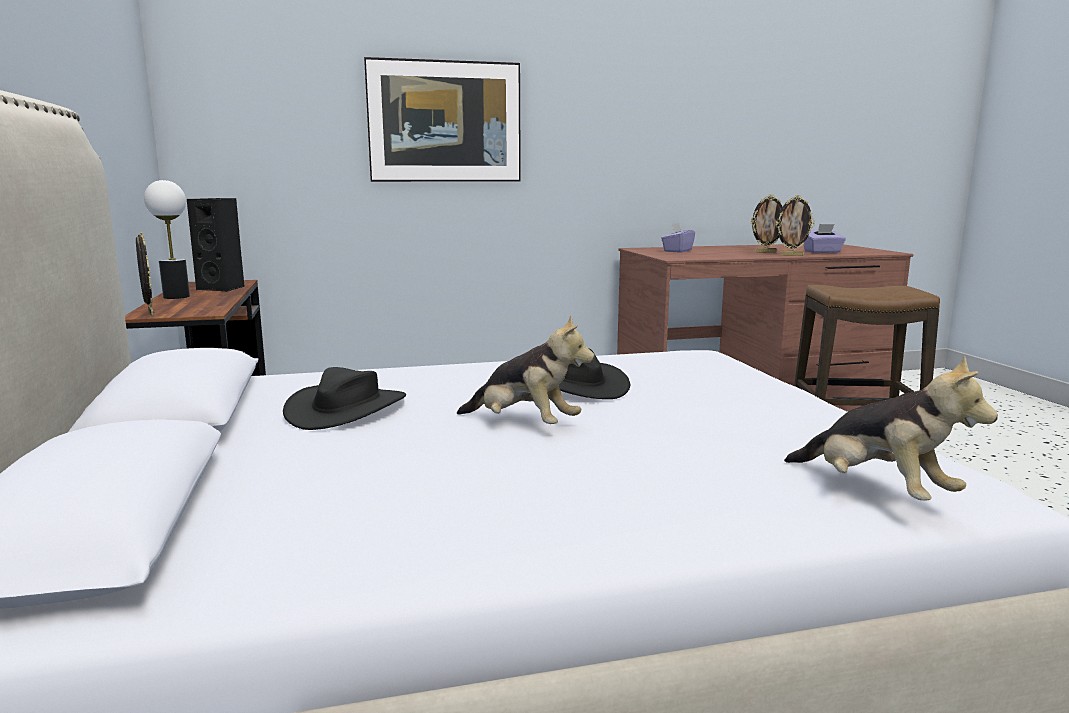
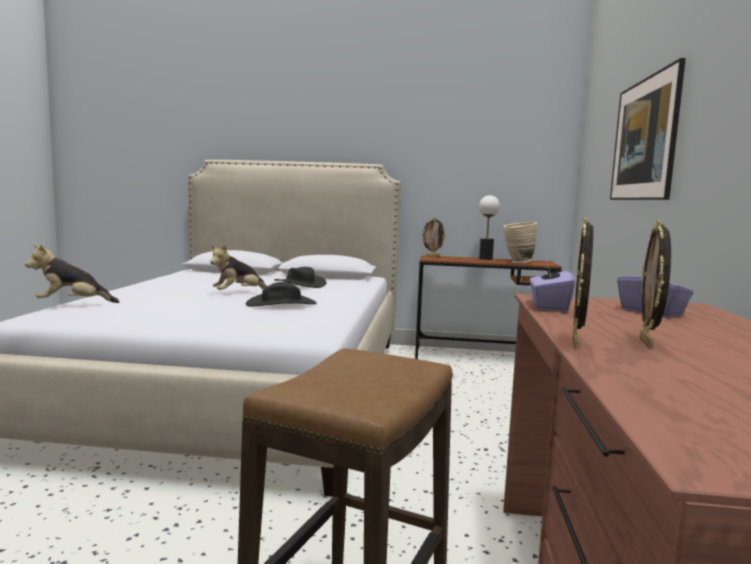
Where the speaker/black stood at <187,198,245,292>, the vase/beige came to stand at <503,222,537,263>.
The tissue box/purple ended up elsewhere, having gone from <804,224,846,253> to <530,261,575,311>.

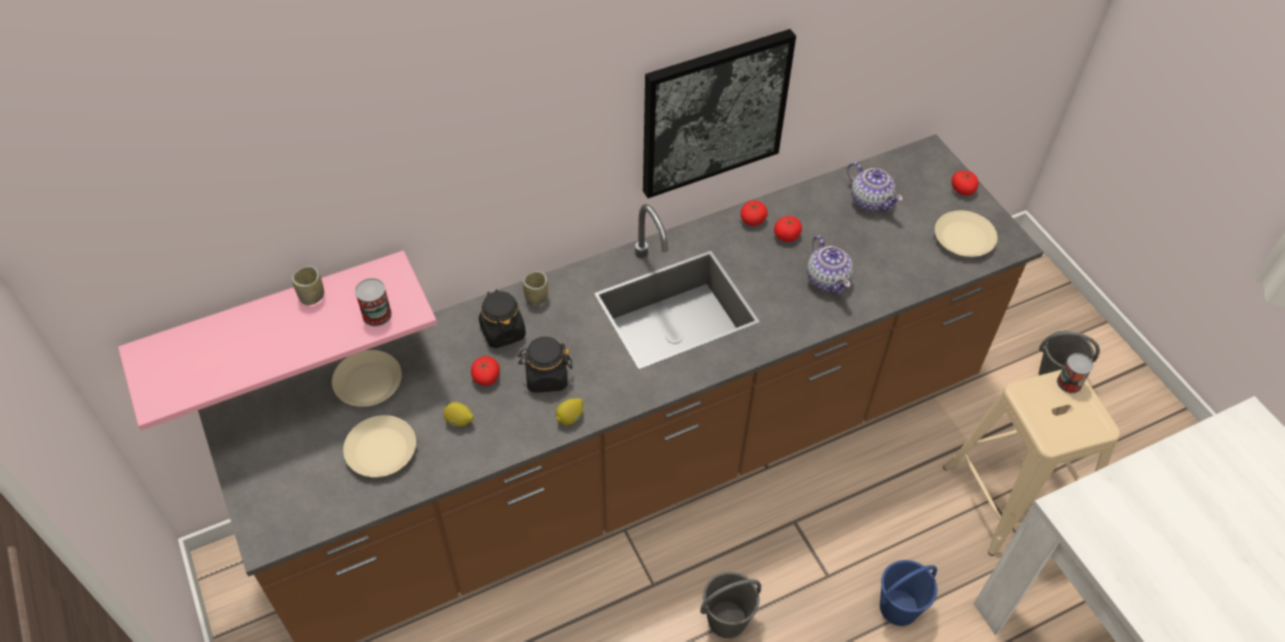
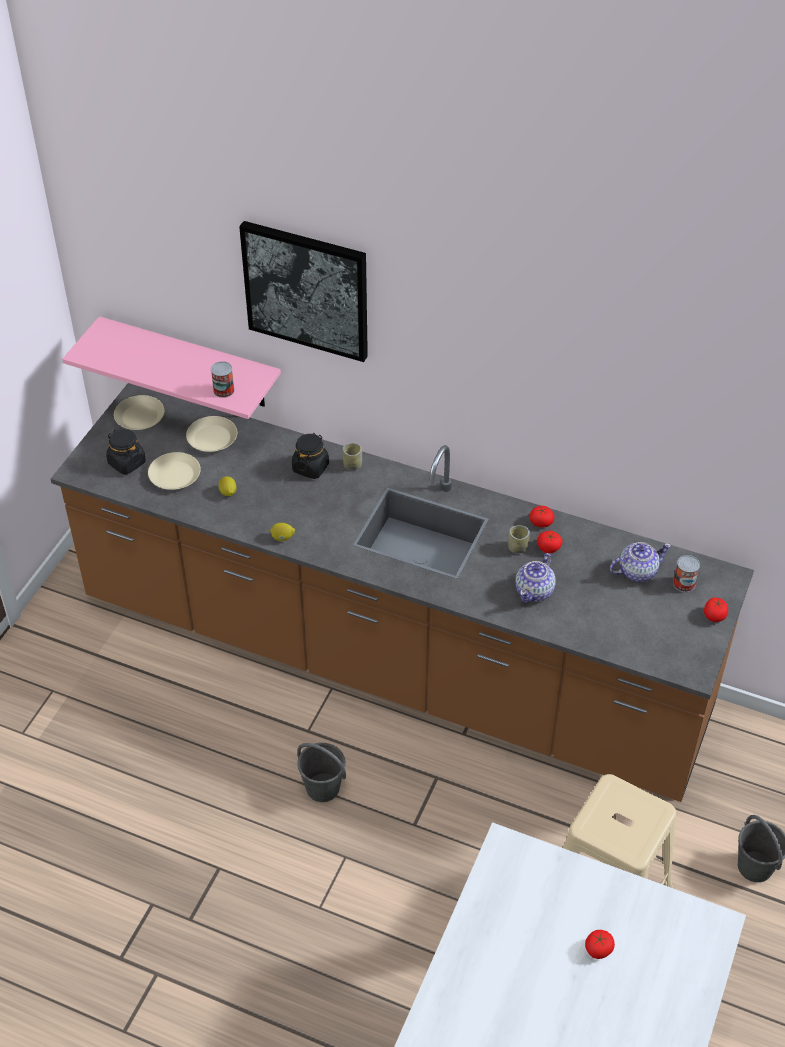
The cup ended up elsewhere, having gone from <292,266,324,305> to <508,525,530,553>.
The tomato ended up elsewhere, having gone from <471,356,500,386> to <585,930,615,959>.
The jar/black ended up elsewhere, having gone from <518,336,572,393> to <106,429,146,475>.
The picture ended up elsewhere, having gone from <643,29,796,198> to <239,221,368,362>.
The teapot at <847,162,903,212> ended up facing another way, 120 degrees counterclockwise from before.
The second view lost the bucket/blue at <880,560,938,626>.
The plate/beige ended up elsewhere, having gone from <935,210,997,257> to <114,395,164,430>.
The can ended up elsewhere, having gone from <1057,353,1093,394> to <673,555,700,592>.

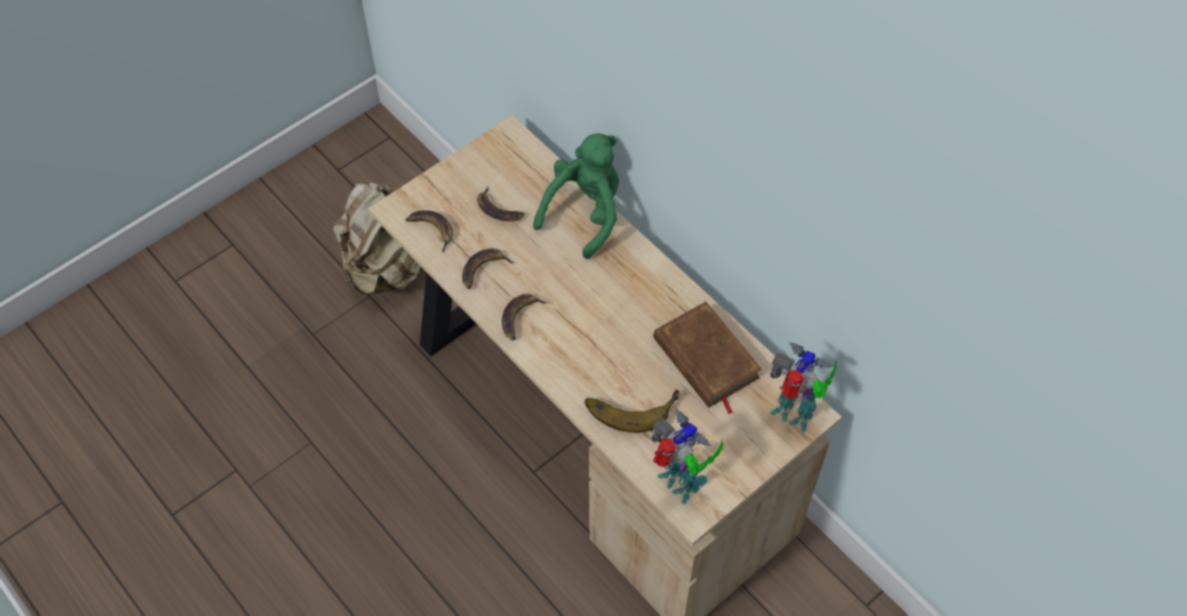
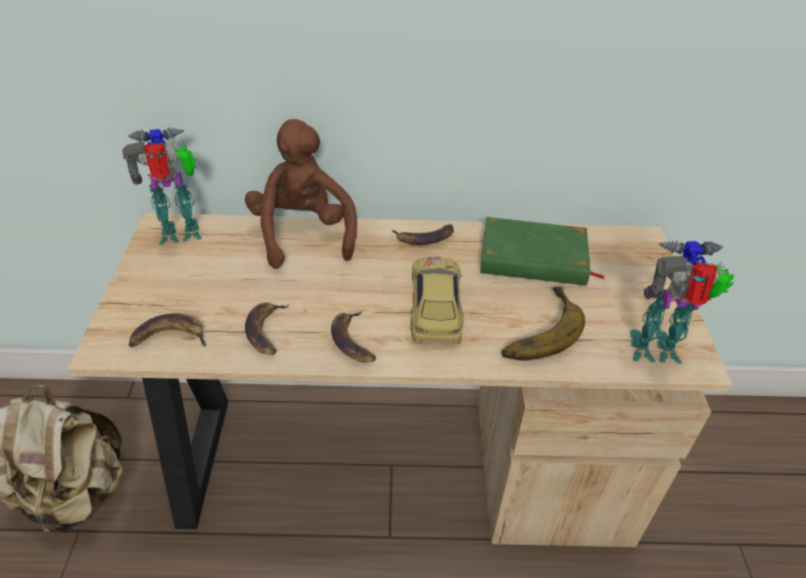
The banana ended up elsewhere, having gone from <477,186,525,221> to <392,224,454,245>.
What was the plush toy/green at <533,133,619,259> turned into the plush toy/brown at <245,119,357,269>.
What was the book/brown at <653,302,762,415> turned into the book/green at <480,217,604,285>.
The toy robot ended up elsewhere, having gone from <770,342,837,433> to <122,127,202,245>.
The second view gained the toy car at <411,257,463,345>.

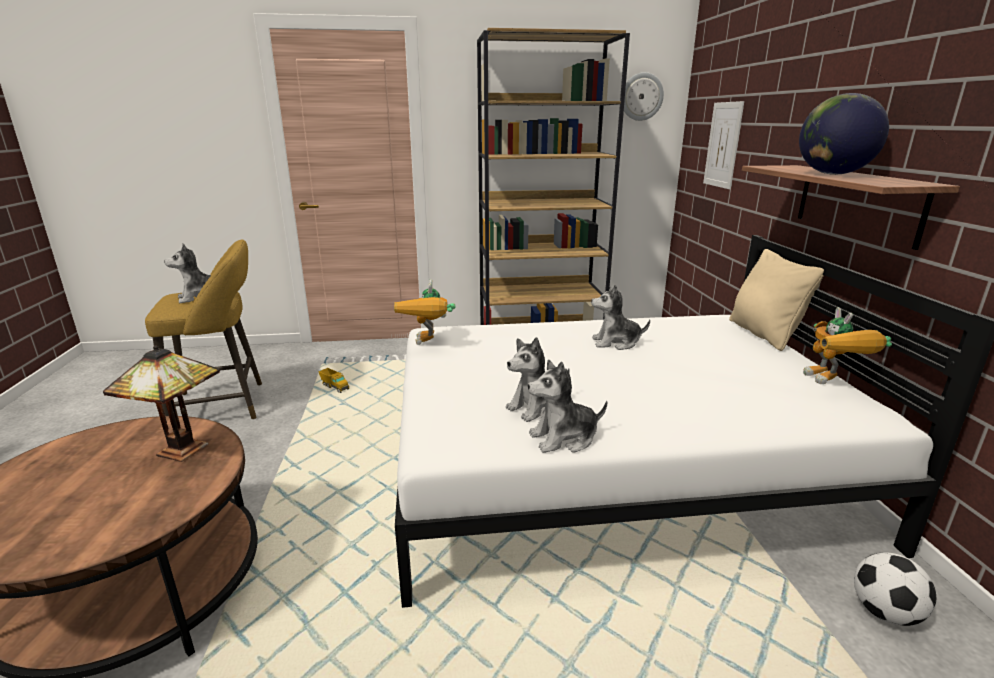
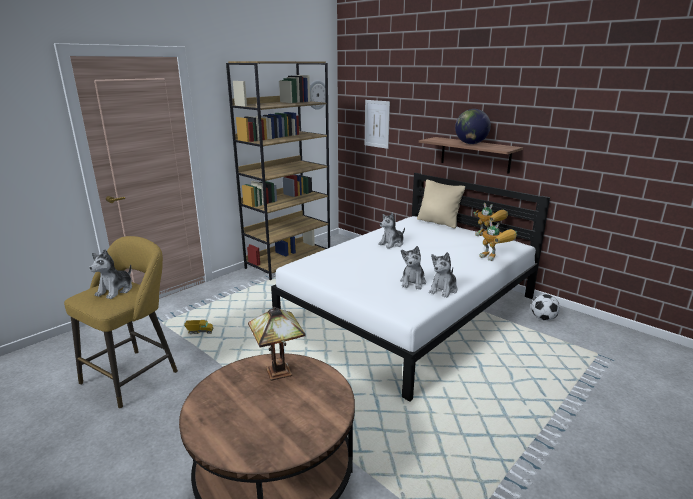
The toy robot ended up elsewhere, having gone from <394,279,456,345> to <478,221,517,261>.

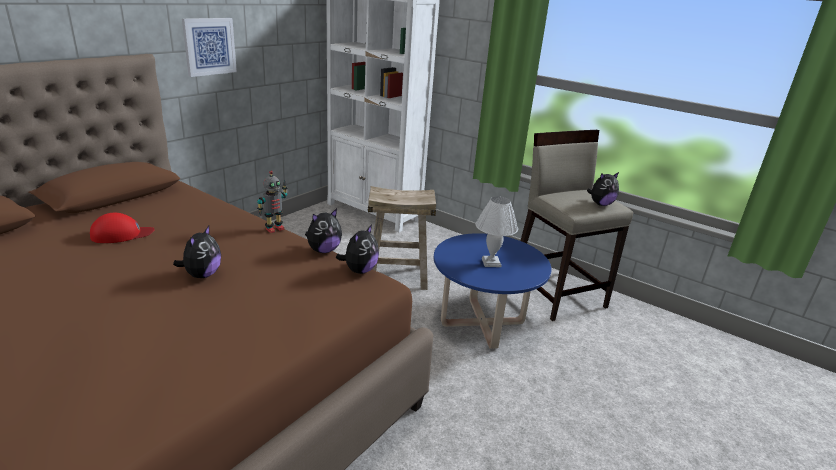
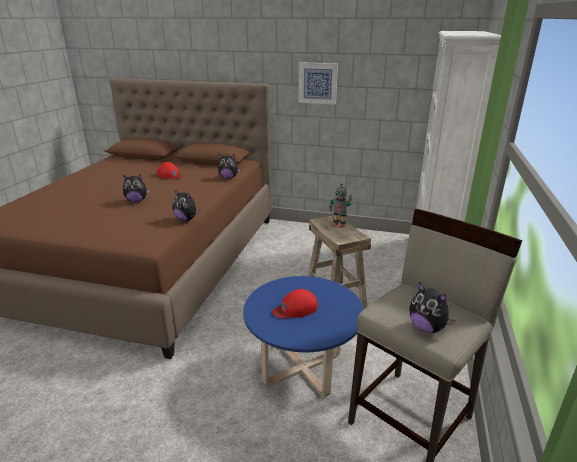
The toy robot ended up elsewhere, having gone from <257,171,287,233> to <329,183,352,228>.
The plush toy ended up elsewhere, having gone from <336,224,379,274> to <218,154,241,179>.
Where the table lamp/white stood at <476,196,518,267>, the cap/red came to stand at <272,289,318,319>.

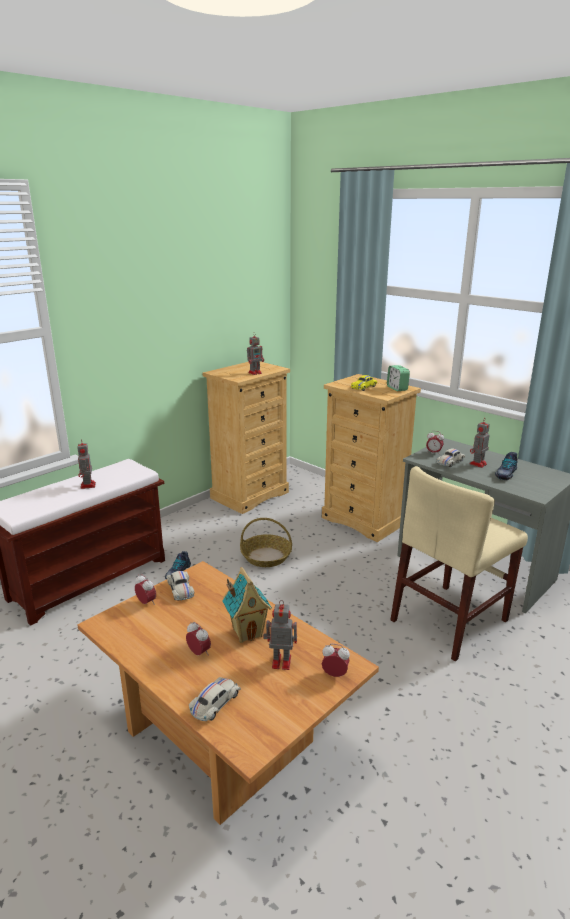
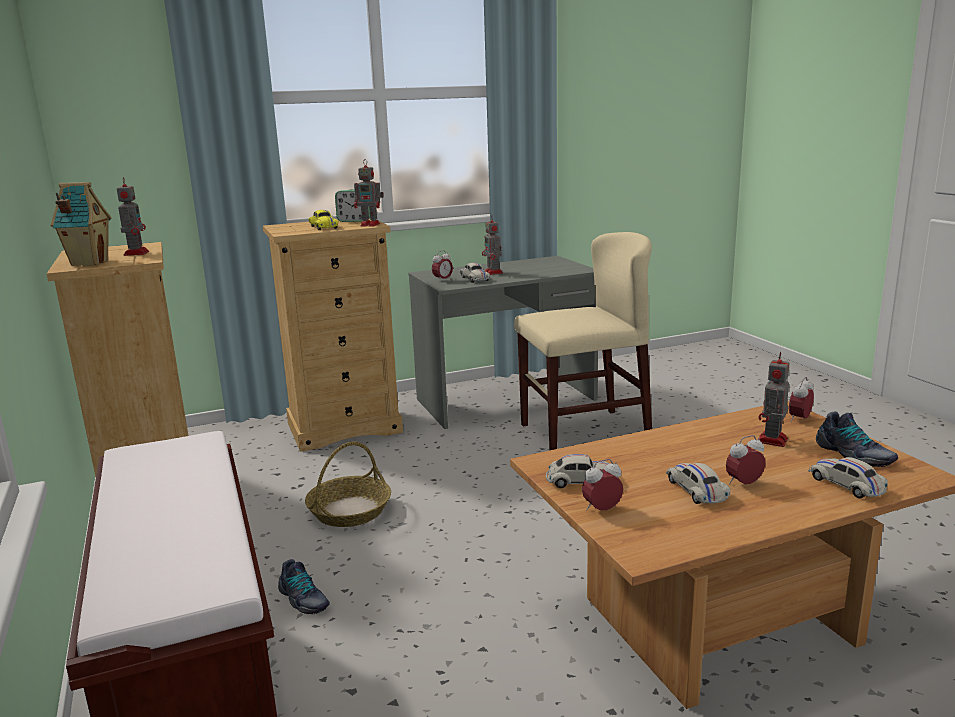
The toy robot ended up elsewhere, having gone from <77,439,96,489> to <354,159,384,227>.
The toy house ended up elsewhere, having gone from <222,567,272,643> to <50,182,112,266>.
The chair/beige at <390,466,528,661> ended up facing another way, 90 degrees counterclockwise from before.
The shoe ended up elsewhere, having gone from <495,452,518,480> to <816,411,898,467>.
The second view gained the toy car/white at <666,463,731,504>.

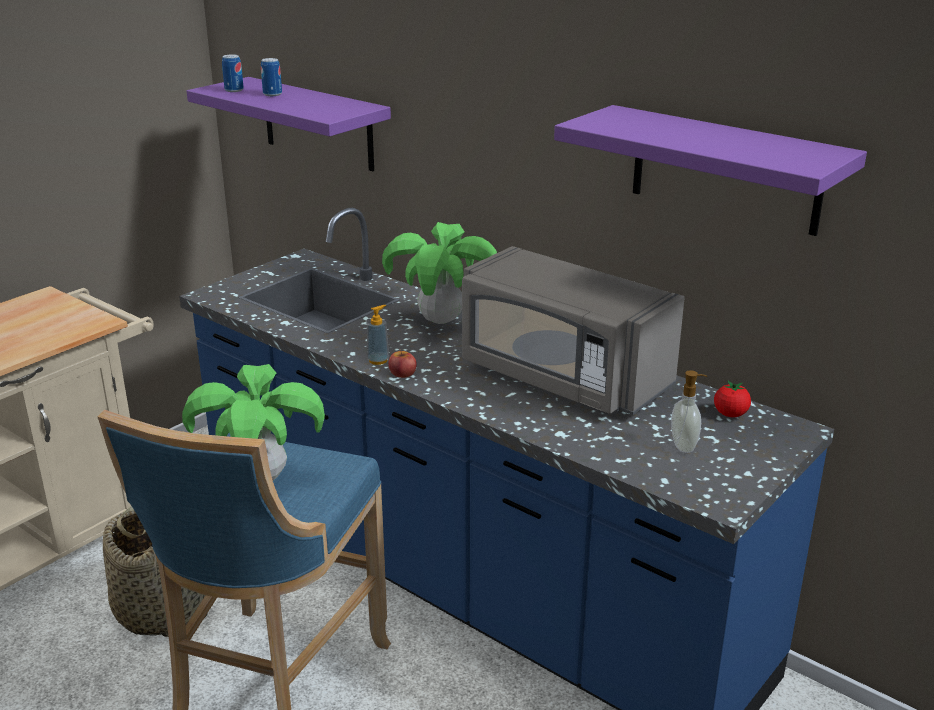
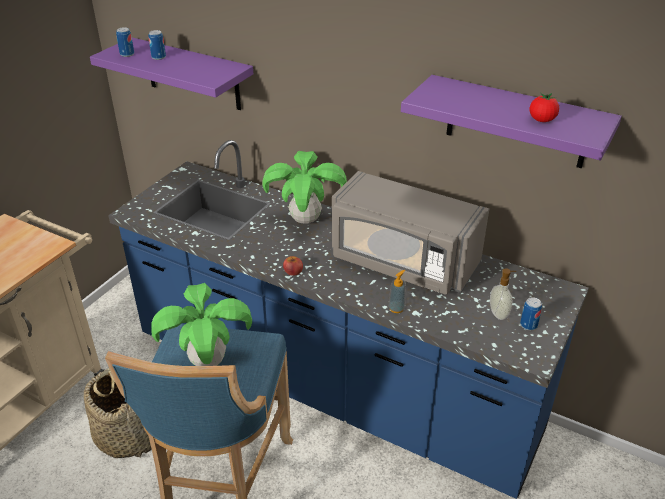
The soap dispenser ended up elsewhere, having gone from <367,305,389,365> to <388,270,406,313>.
The tomato ended up elsewhere, having gone from <714,381,751,417> to <529,93,559,122>.
The second view gained the can at <520,297,542,330>.

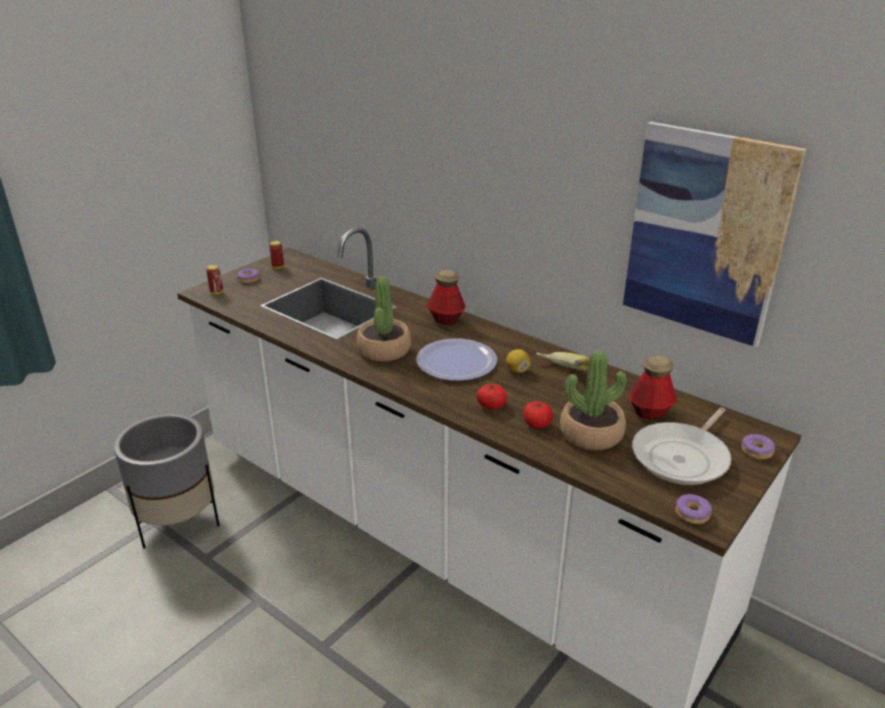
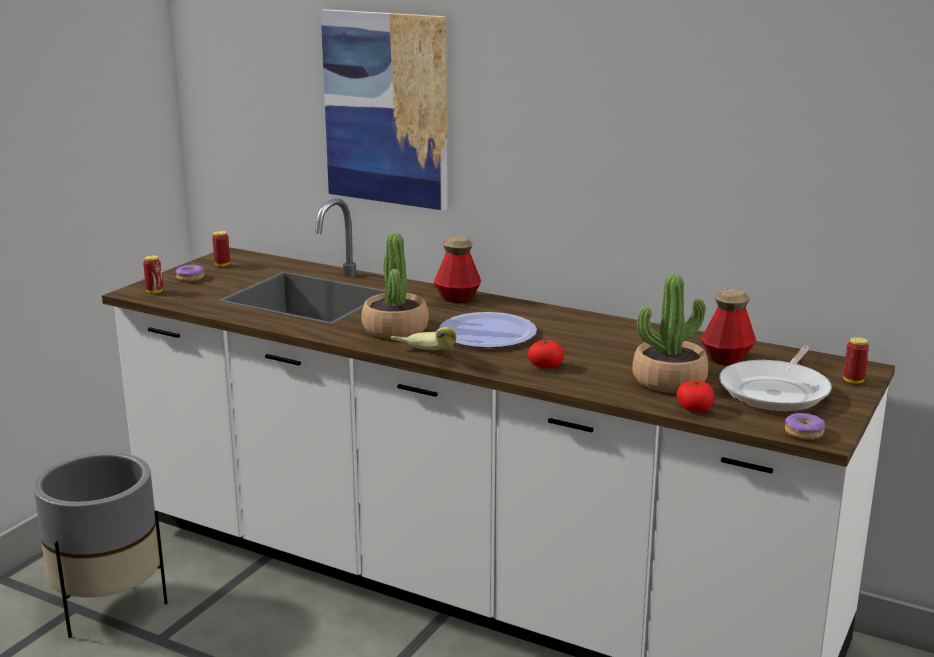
The second view lost the lemon at <506,349,531,373>.
The tomato ended up elsewhere, having gone from <524,401,553,429> to <677,380,715,412>.
The banana ended up elsewhere, having gone from <536,352,590,370> to <390,327,456,350>.
The picture ended up elsewhere, having gone from <623,122,807,347> to <321,9,448,211>.
Where the donut stood at <741,434,775,460>, the can came to stand at <843,337,869,384>.

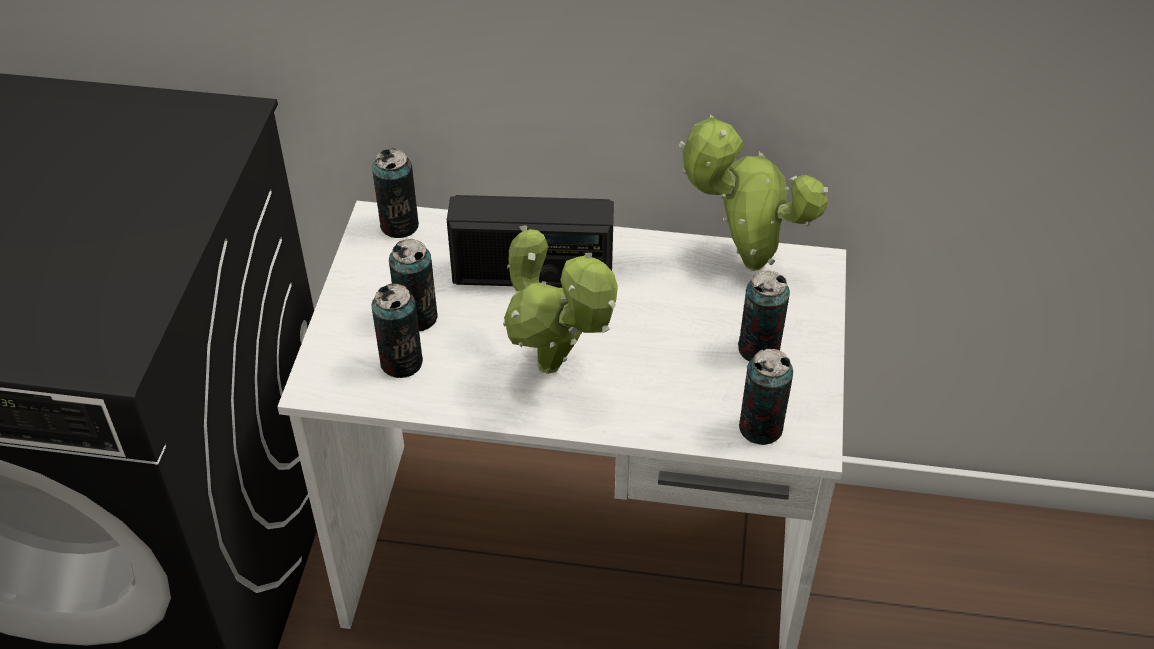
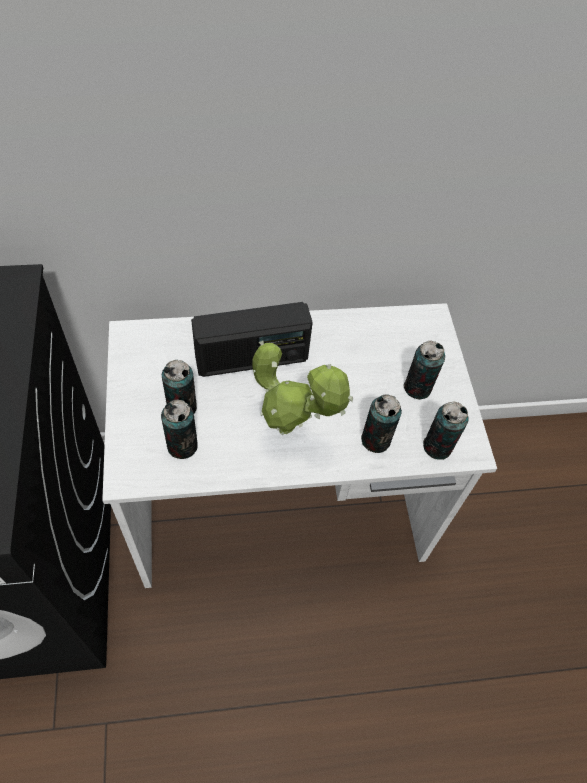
The can ended up elsewhere, having gone from <372,148,419,238> to <361,394,402,453>.
The second view lost the potted plant at <679,115,828,271>.

